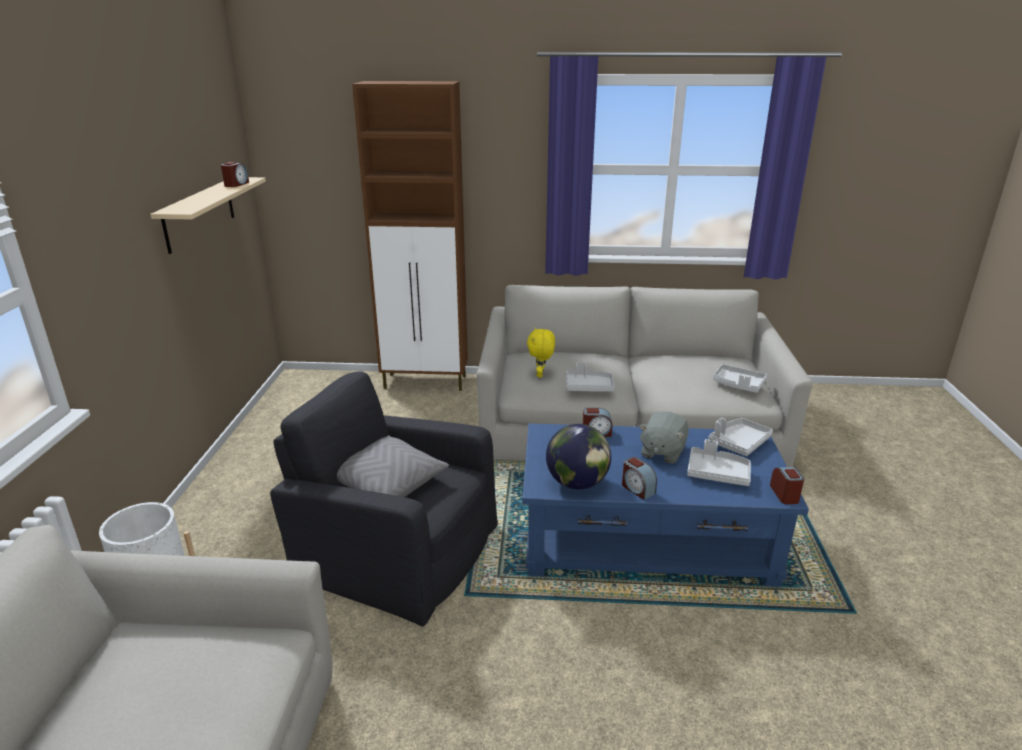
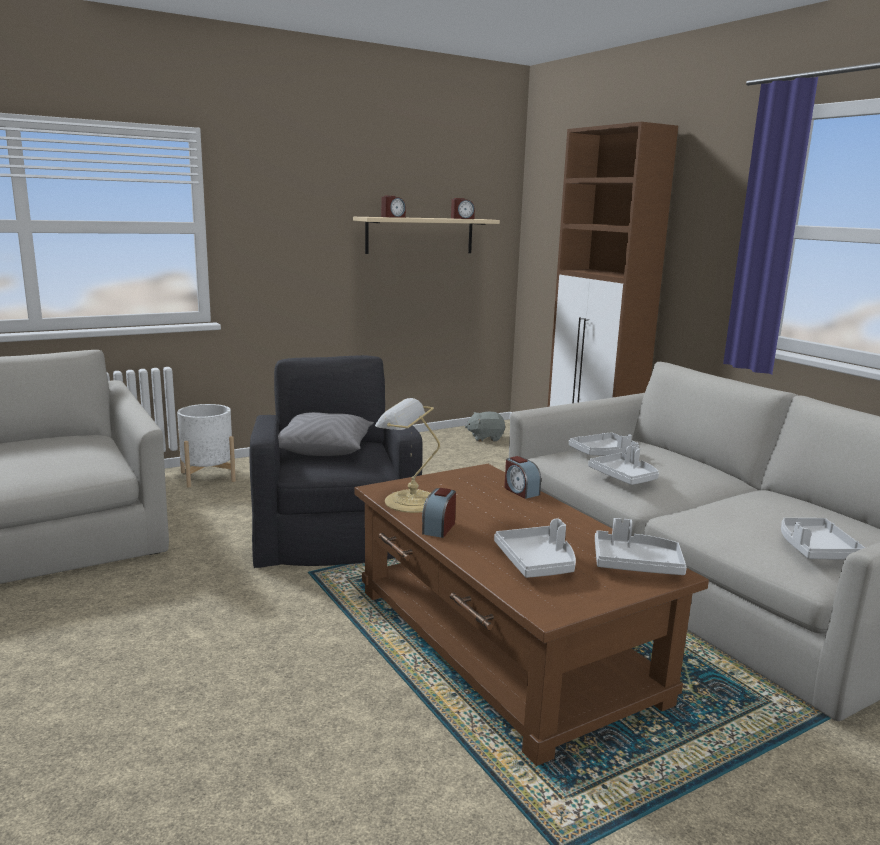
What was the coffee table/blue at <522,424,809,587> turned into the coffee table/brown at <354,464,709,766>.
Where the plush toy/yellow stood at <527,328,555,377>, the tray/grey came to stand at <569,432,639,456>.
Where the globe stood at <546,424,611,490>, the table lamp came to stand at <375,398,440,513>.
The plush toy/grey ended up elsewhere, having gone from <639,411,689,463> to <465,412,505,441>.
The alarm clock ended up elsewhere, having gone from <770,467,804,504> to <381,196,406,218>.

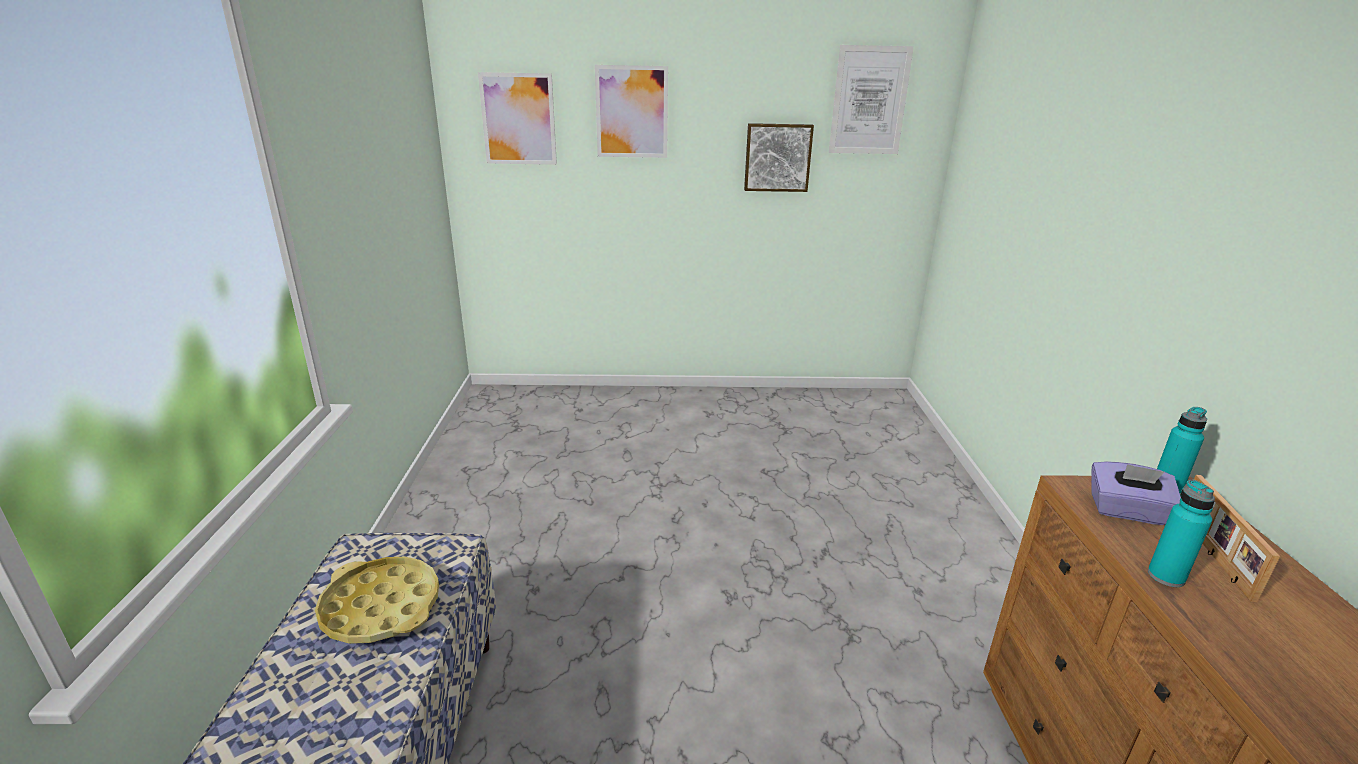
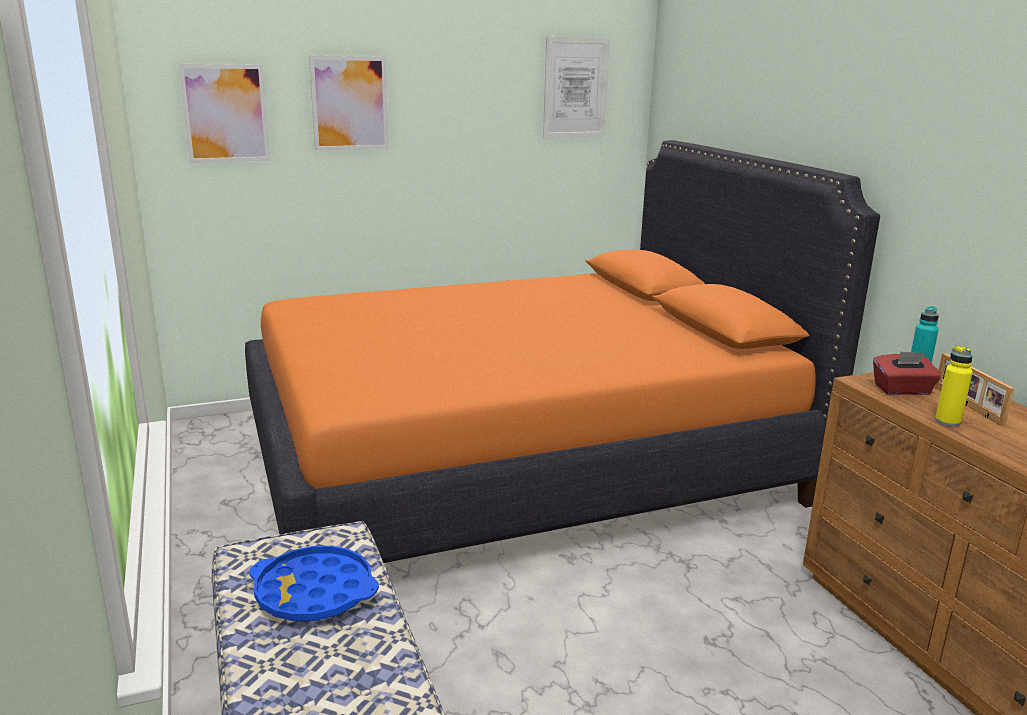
What was the tray/yellow at <315,557,439,644> turned into the tray/blue at <250,546,379,621>.
The second view lost the picture at <744,123,814,192>.
What was the tissue box/purple at <1091,461,1181,525> turned into the tissue box/red at <873,352,941,395>.
What was the bottle/turquoise at <1148,480,1215,587> turned into the bottle/yellow at <935,345,973,427>.
The second view gained the bed/orange at <245,140,880,563>.

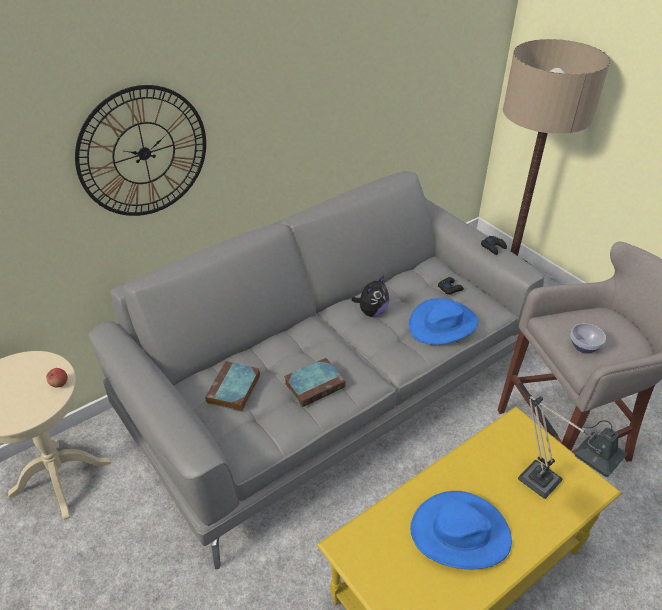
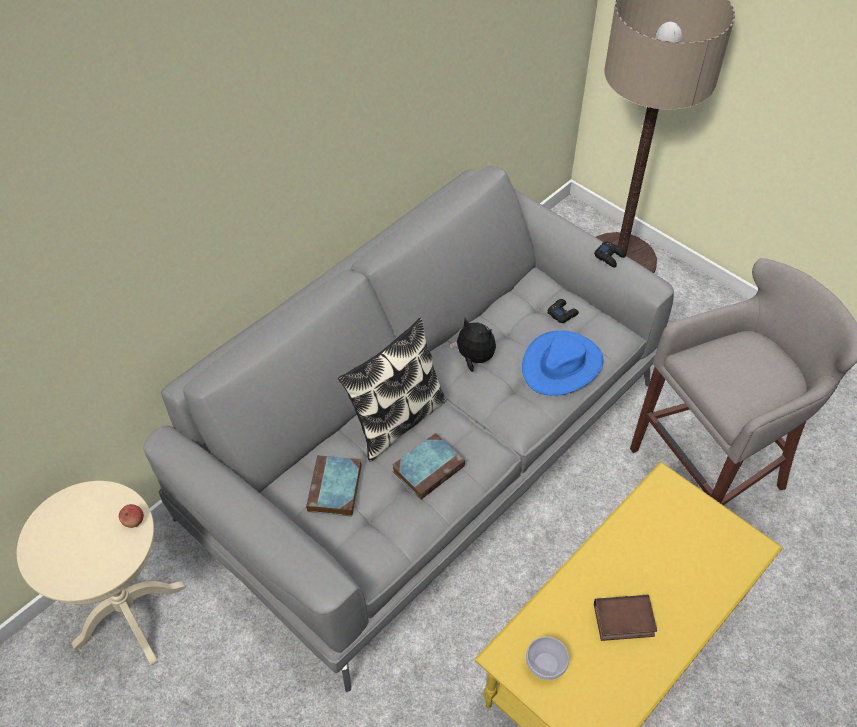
The second view lost the wall clock at <75,85,206,216>.
The plush toy at <351,276,389,317> ended up facing another way, 90 degrees counterclockwise from before.
Where the hat/blue stood at <410,491,512,569>, the book came to stand at <594,595,657,641>.
The second view lost the table lamp at <518,394,627,499>.
The bowl ended up elsewhere, having gone from <570,323,606,354> to <526,636,569,680>.
The second view gained the pillow at <338,318,447,462>.

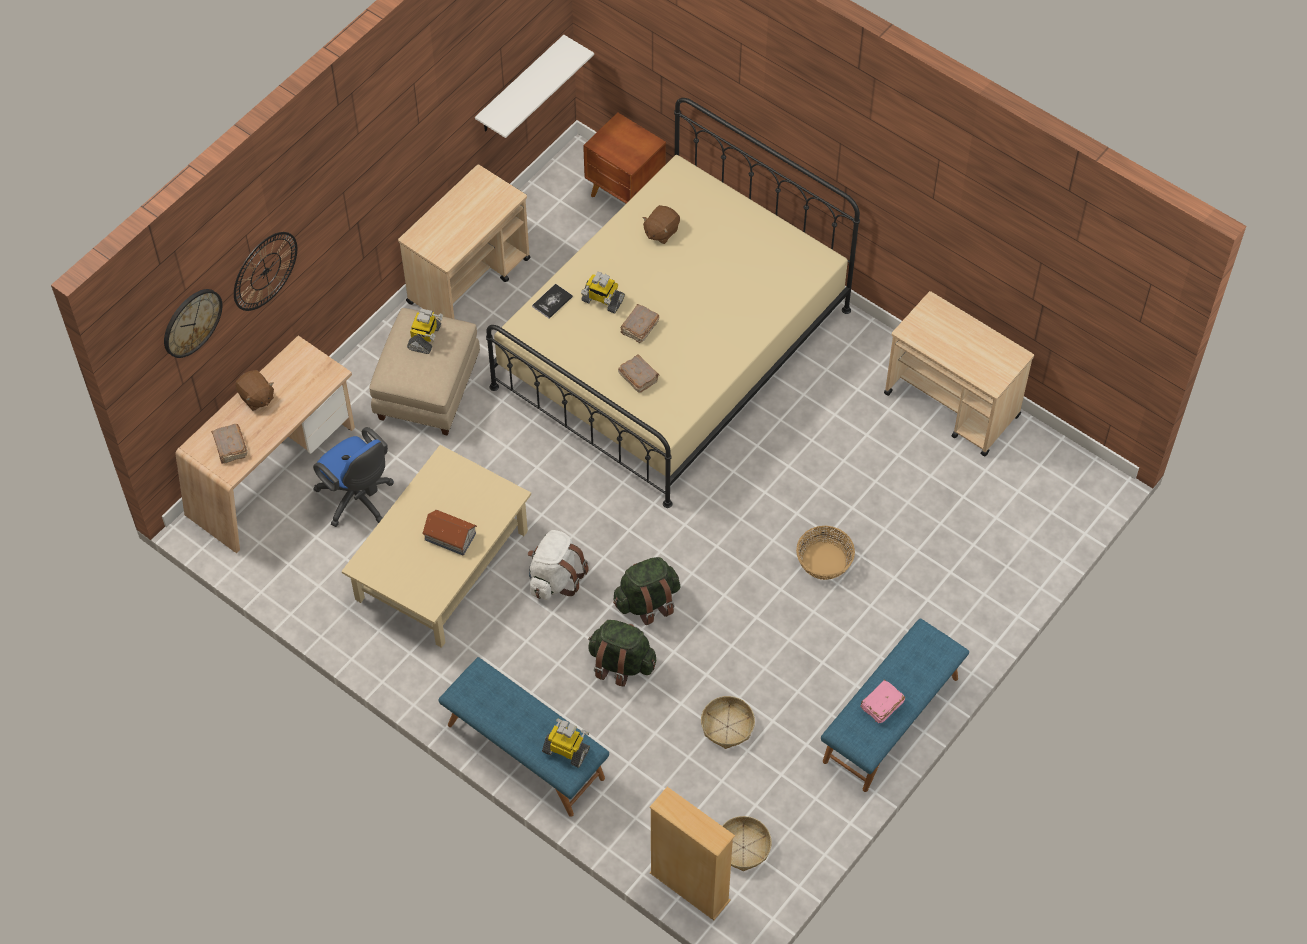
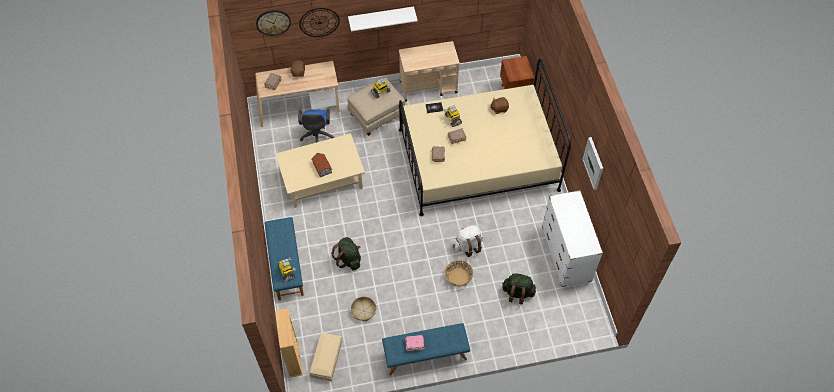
The shelf/white ended up elsewhere, having gone from <475,35,594,138> to <348,6,418,31>.
The backpack/white ended up elsewhere, having gone from <528,530,589,600> to <453,225,484,257>.
The backpack/green ended up elsewhere, having gone from <613,557,681,625> to <502,273,536,304>.
Where the basket stood at <722,816,772,871>, the storage box/beige came to stand at <309,333,342,381>.
Where the cart/beige stood at <884,291,1034,457>, the dresser/white came to stand at <542,190,603,288>.
The second view gained the picture at <582,137,603,190>.

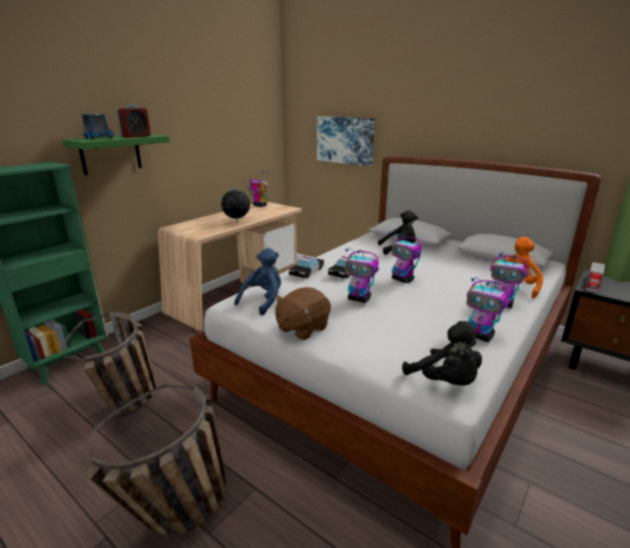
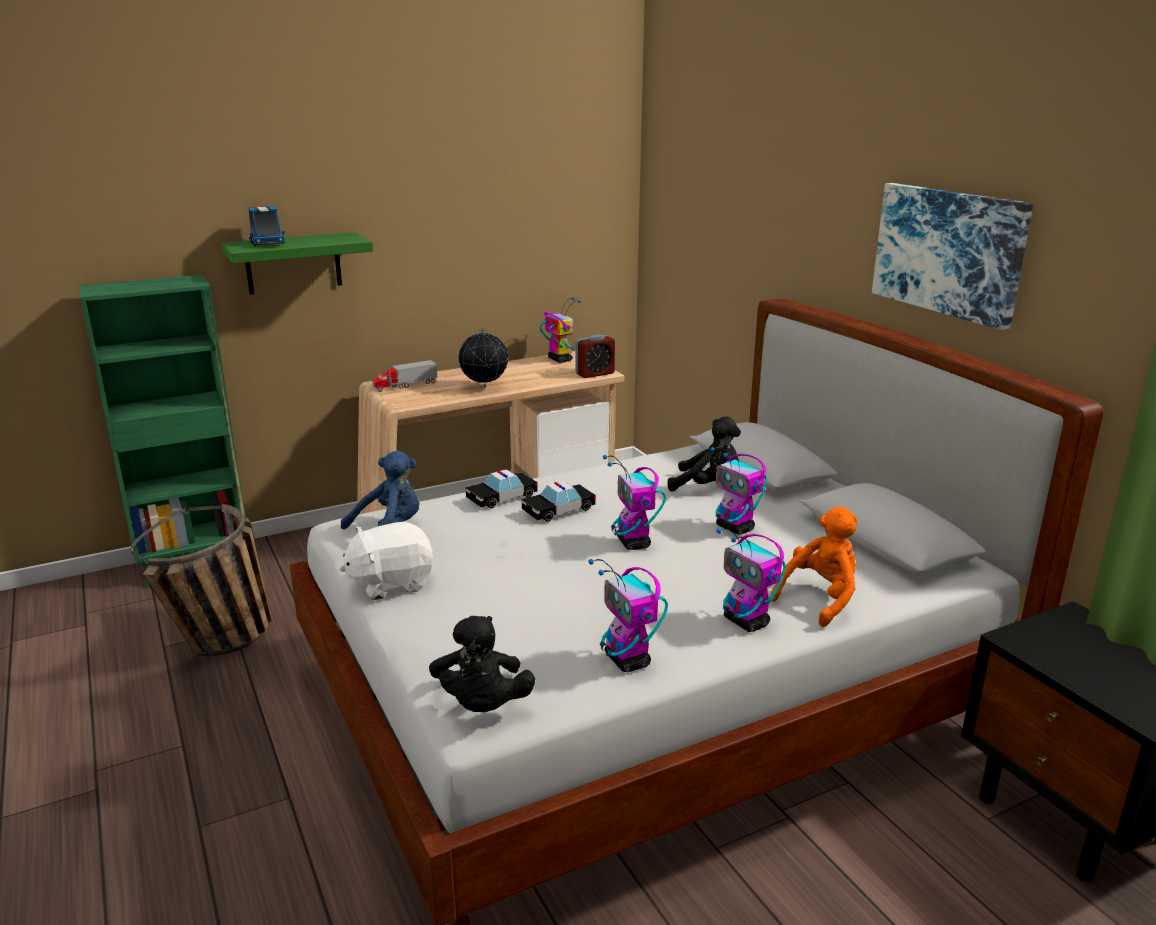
The second view lost the basket at <83,384,227,535>.
The alarm clock ended up elsewhere, having gone from <116,105,151,138> to <575,334,615,378>.
What was the plush toy/brown at <274,287,331,340> turned into the plush toy/white at <339,522,433,600>.
The picture ended up elsewhere, having gone from <317,116,375,166> to <872,183,1033,330>.
The toy robot ended up elsewhere, having gone from <345,248,379,303> to <710,447,767,535>.
The toy truck ended up elsewhere, having gone from <585,262,605,292> to <372,360,437,392>.

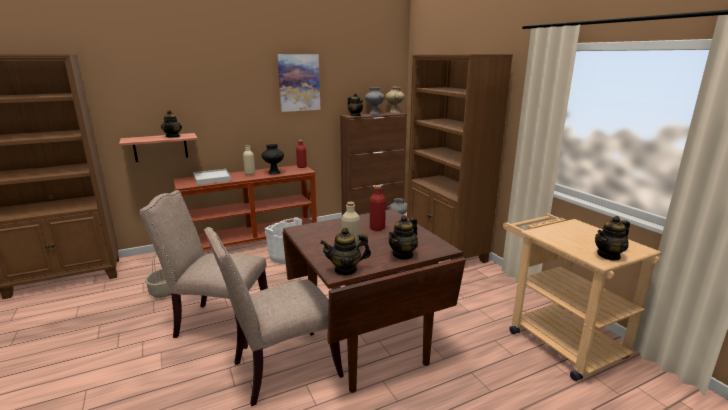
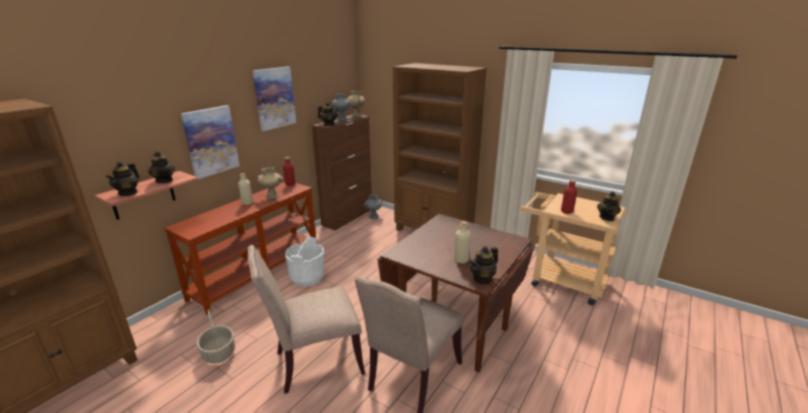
The second view lost the tray/white at <193,169,231,185>.
What was the vase/black at <262,144,284,175> turned into the vase/beige at <256,167,283,199>.
The bottle/red ended up elsewhere, having gone from <370,185,386,231> to <561,180,577,214>.
The teapot ended up elsewhere, having gone from <388,215,418,260> to <106,161,139,196>.
The second view gained the picture at <181,105,240,179>.

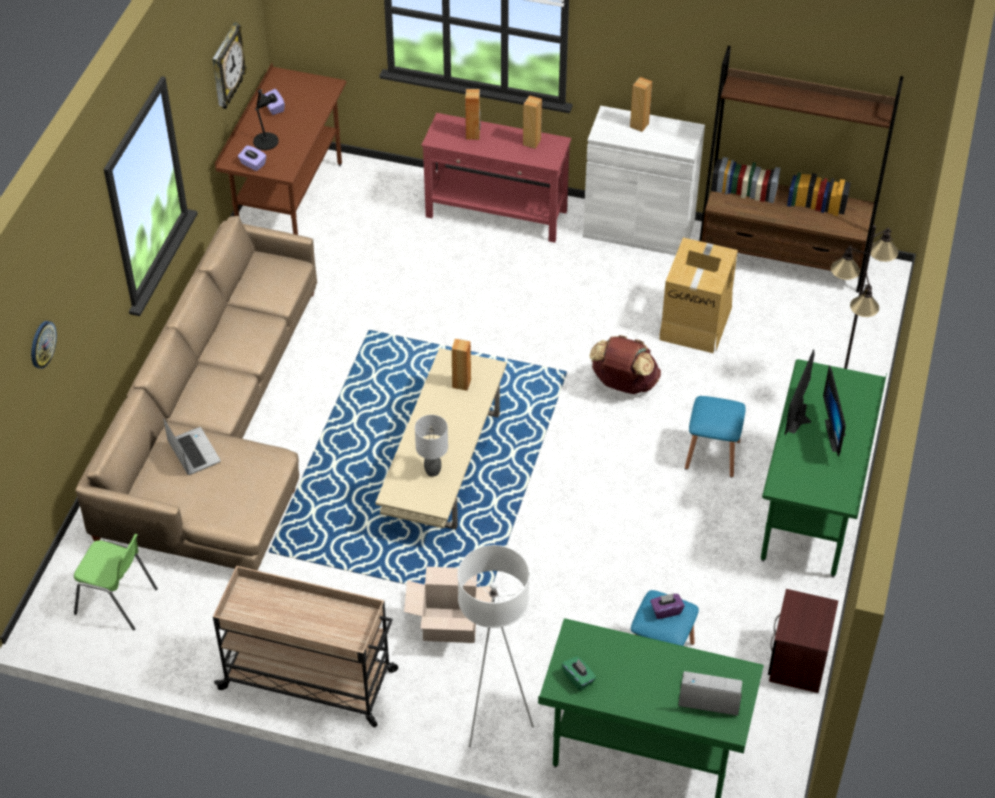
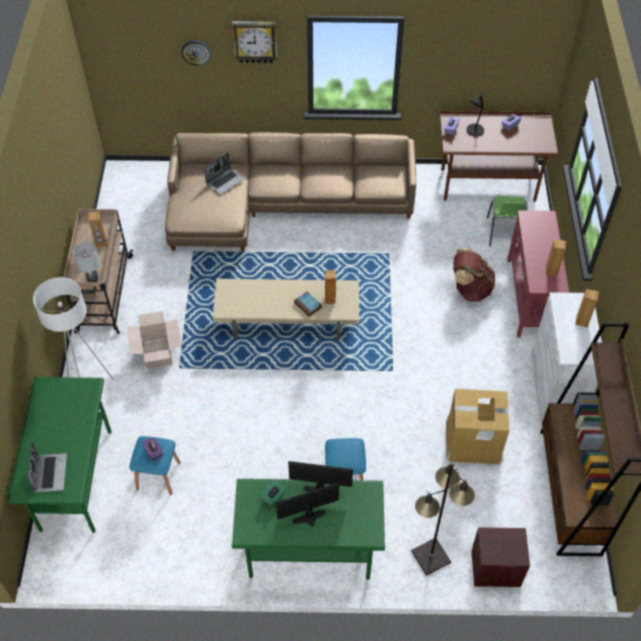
The chair/green ended up elsewhere, having gone from <74,534,158,630> to <487,196,528,246>.
The wall clock ended up elsewhere, having gone from <212,23,247,109> to <232,21,277,63>.
The table lamp/grey ended up elsewhere, having gone from <415,415,448,477> to <73,241,100,283>.
The speaker/brown ended up elsewhere, having gone from <465,89,481,140> to <88,211,107,248>.
The tissue box/green ended up elsewhere, having gone from <562,656,596,691> to <261,480,286,507>.
The backpack/brown ended up elsewhere, having gone from <589,335,661,394> to <453,248,495,302>.
The nightstand/brown ended up elsewhere, having gone from <768,589,838,693> to <472,527,530,587>.
The second view gained the book at <294,291,322,317>.

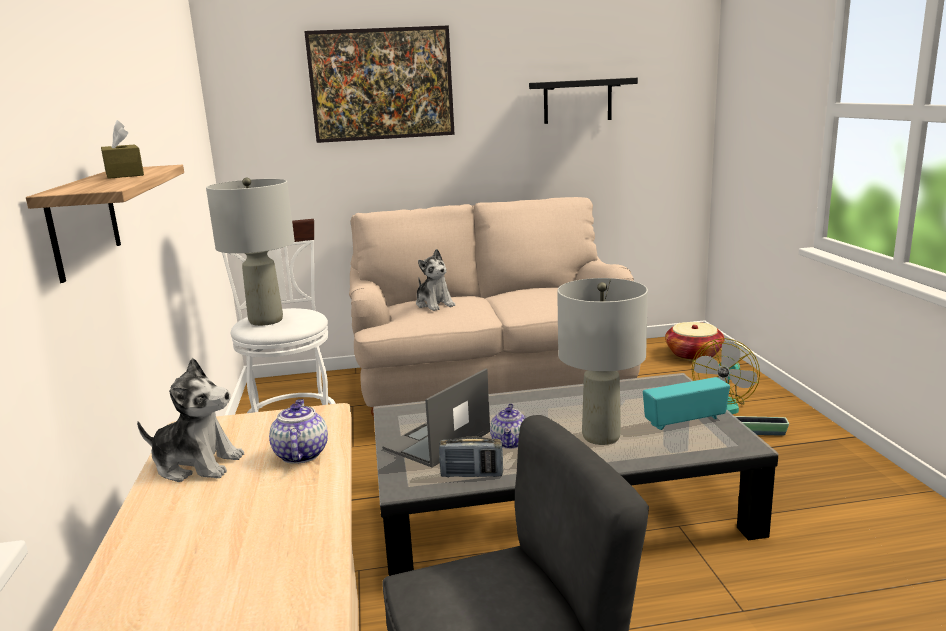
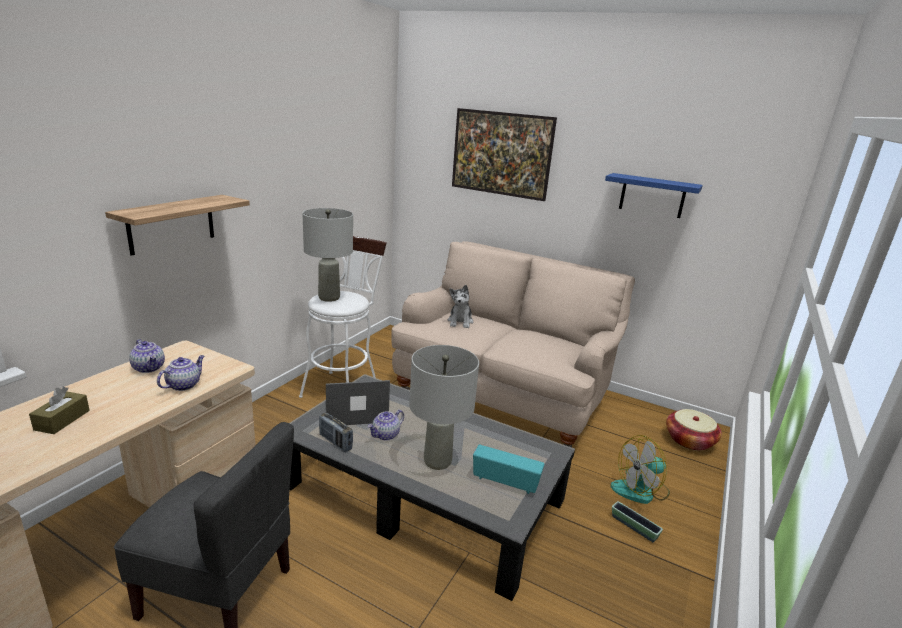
The tissue box/brown ended up elsewhere, having gone from <101,120,144,179> to <29,386,90,434>.
Where the plush toy stood at <137,358,244,482>, the teapot came to stand at <129,339,165,373>.
What was the shelf/black at <529,78,638,124> turned into the shelf/blue at <605,173,703,218>.

